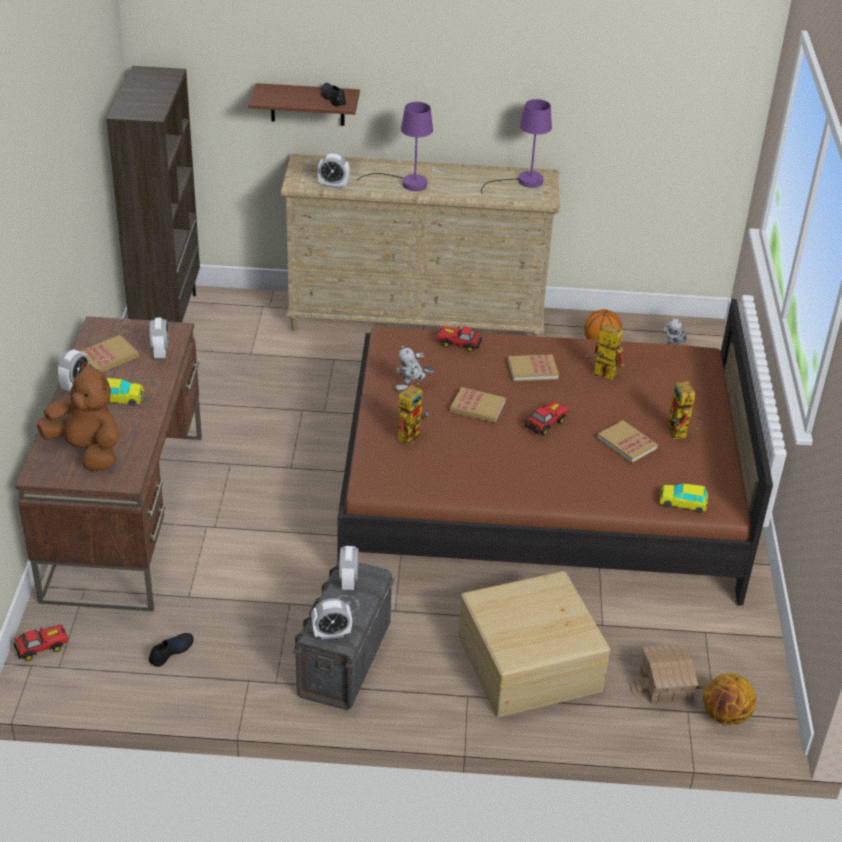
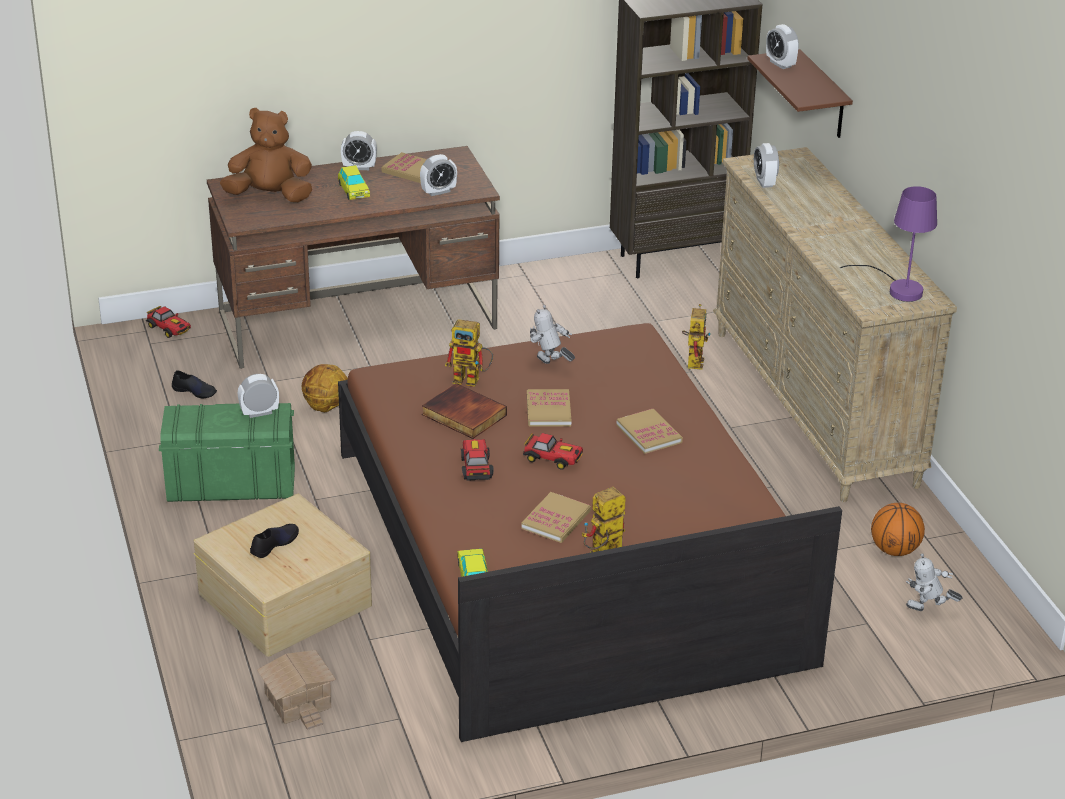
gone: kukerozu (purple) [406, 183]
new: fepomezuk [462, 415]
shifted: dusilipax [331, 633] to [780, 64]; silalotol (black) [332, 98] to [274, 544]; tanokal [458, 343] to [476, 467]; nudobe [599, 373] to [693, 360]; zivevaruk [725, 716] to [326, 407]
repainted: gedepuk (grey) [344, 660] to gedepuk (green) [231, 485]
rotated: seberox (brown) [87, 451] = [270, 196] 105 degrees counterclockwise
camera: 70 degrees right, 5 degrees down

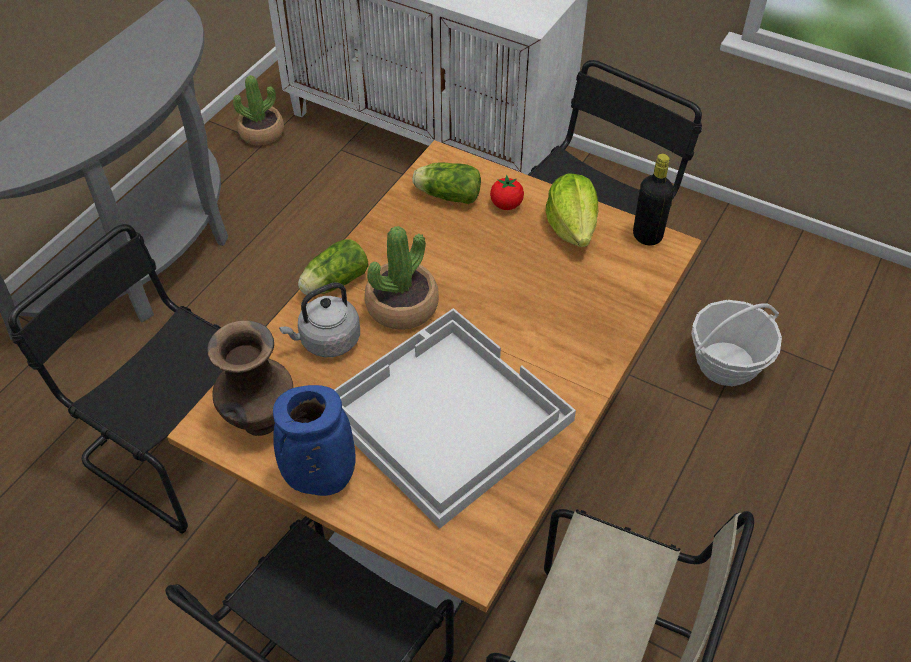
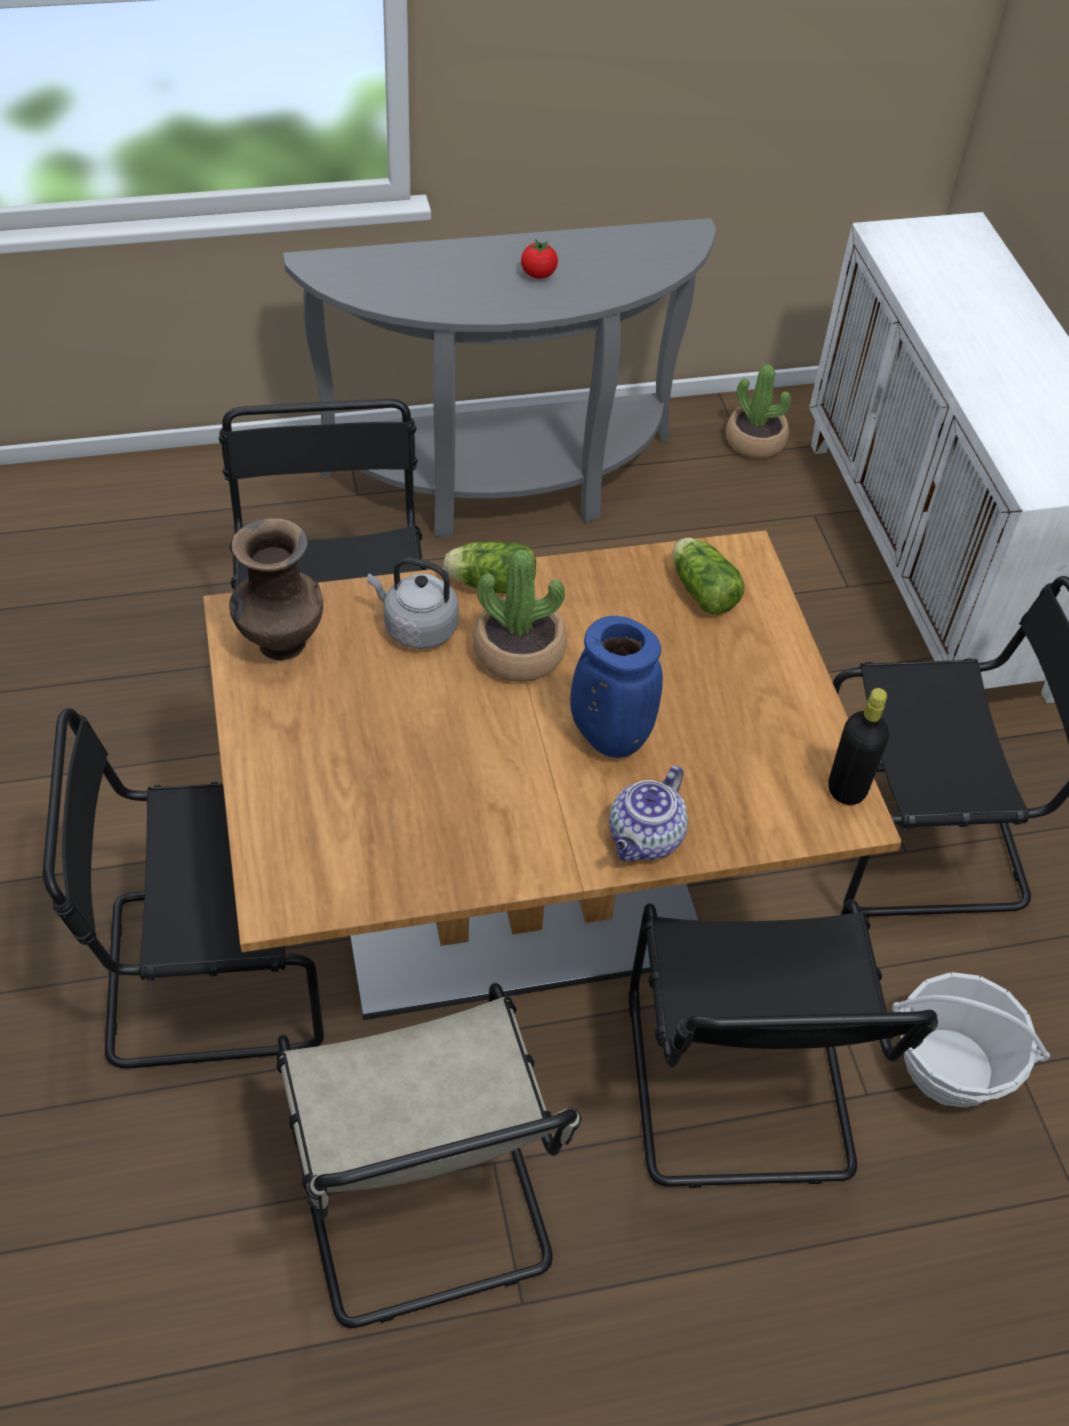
gone: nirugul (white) [444, 415]; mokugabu [572, 227]
new: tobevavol [645, 839]; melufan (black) [740, 1093]
shifted: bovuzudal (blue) [319, 480] to [607, 737]; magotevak [506, 205] to [538, 274]
camera: 45 degrees right, 0 degrees up

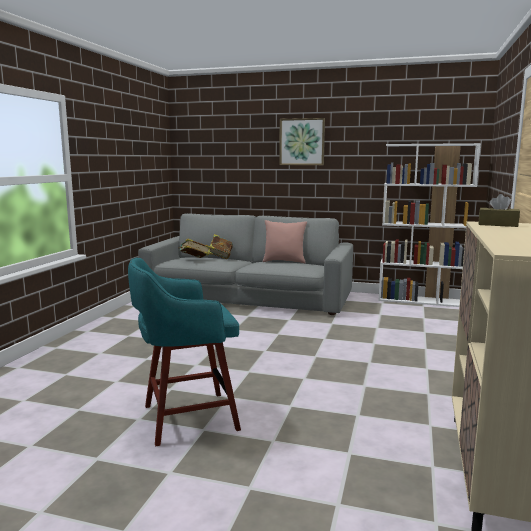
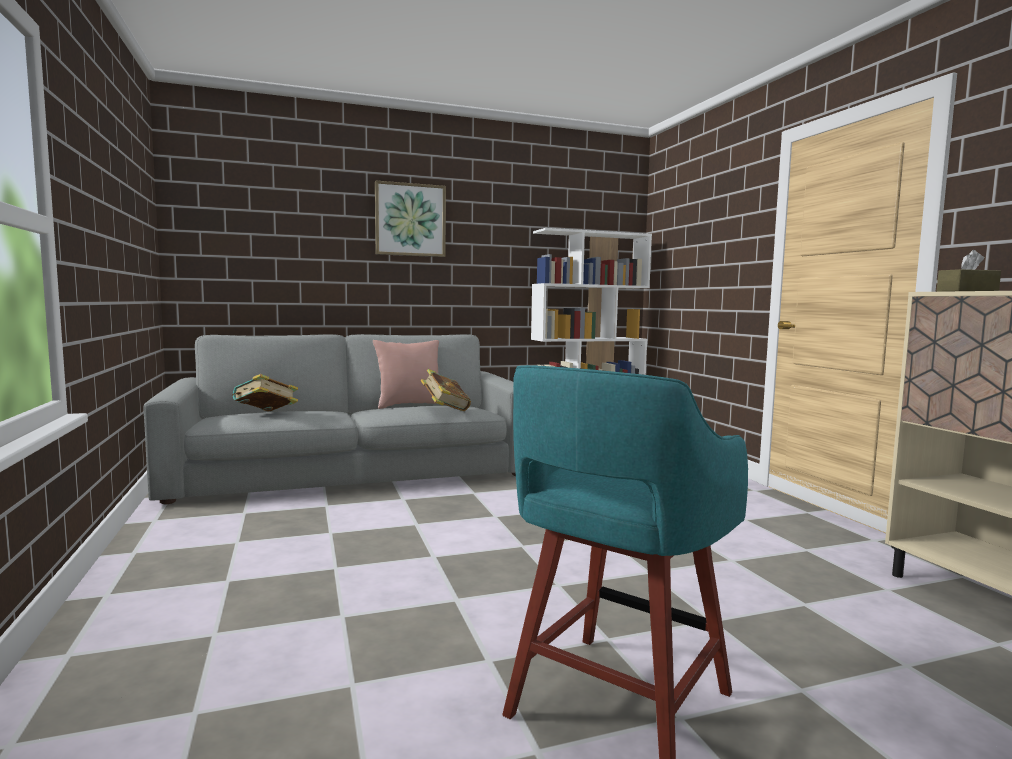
shifted: fepomezuk [220, 257] to [445, 409]
camera: 35 degrees left, 5 degrees down

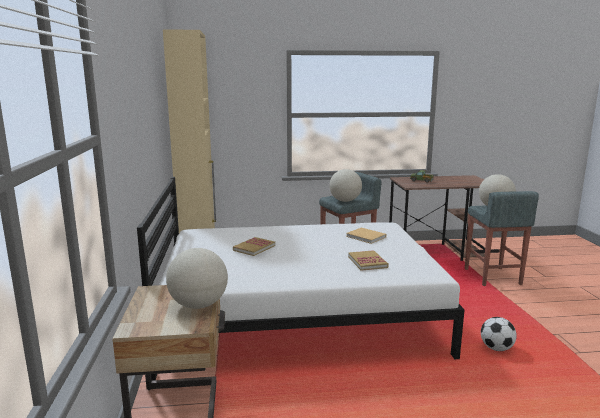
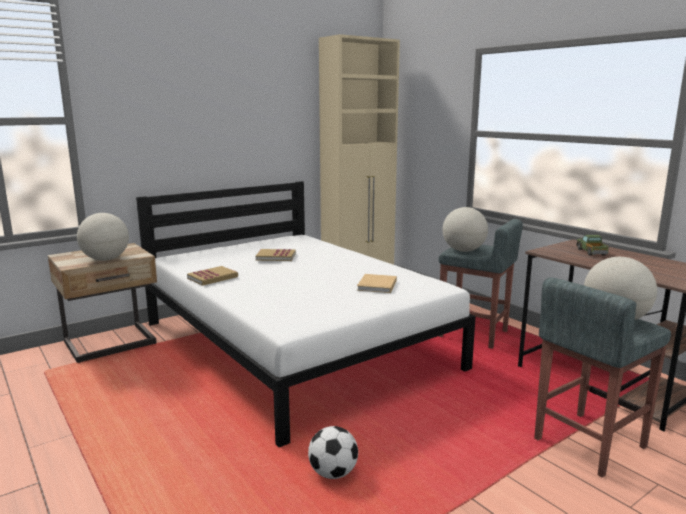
shifted: fepomezuk [367, 262] to [212, 277]
camera: 60 degrees right, 0 degrees up

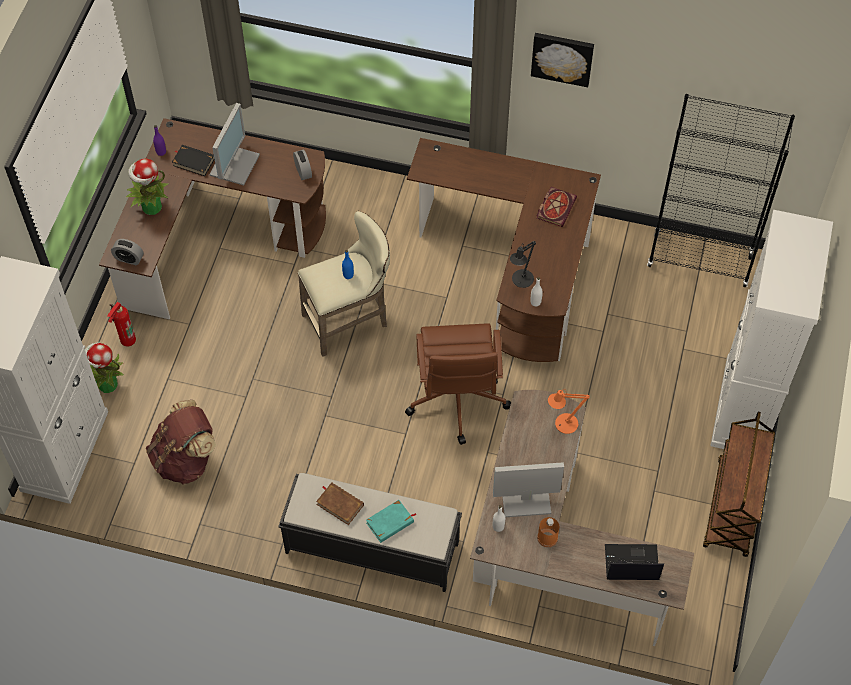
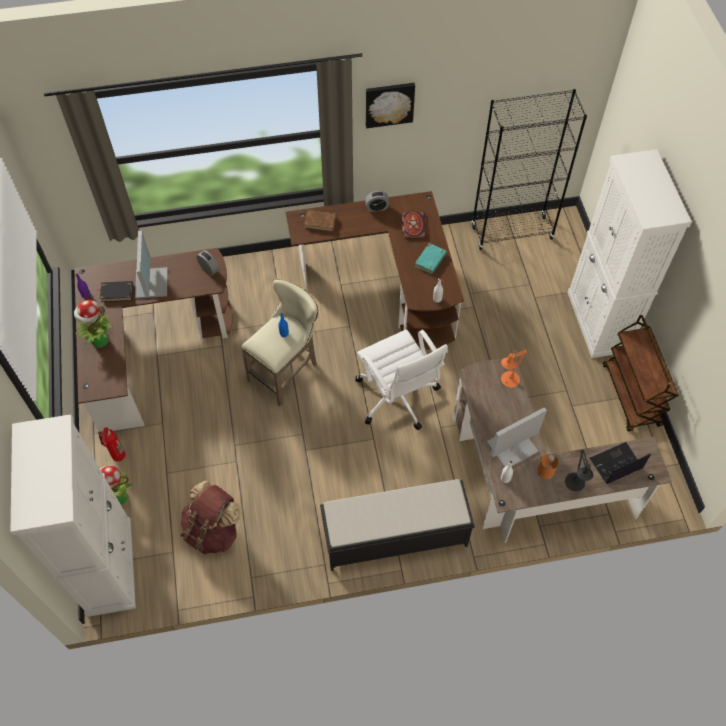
shifted: dusilipax [129, 258] to [377, 208]; fepomezuk (brown) [340, 504] to [320, 222]; fepomezuk (turquoise) [390, 523] to [430, 260]; kukerozu (black) [521, 281] to [575, 485]
repainted: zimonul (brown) [457, 400] to zimonul (white) [397, 398]
camera: 25 degrees left, 0 degrees up

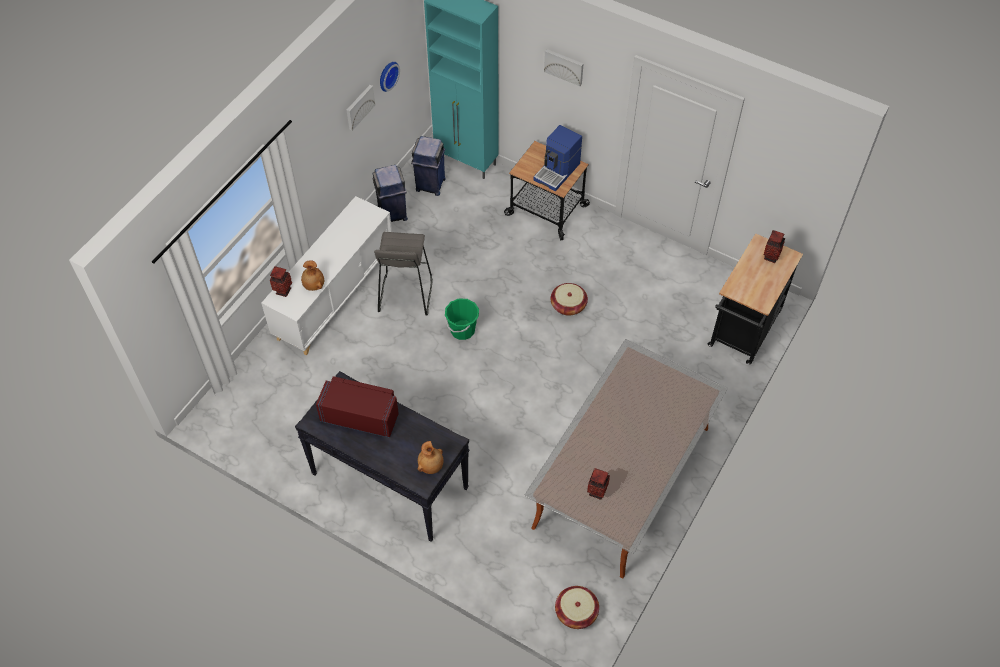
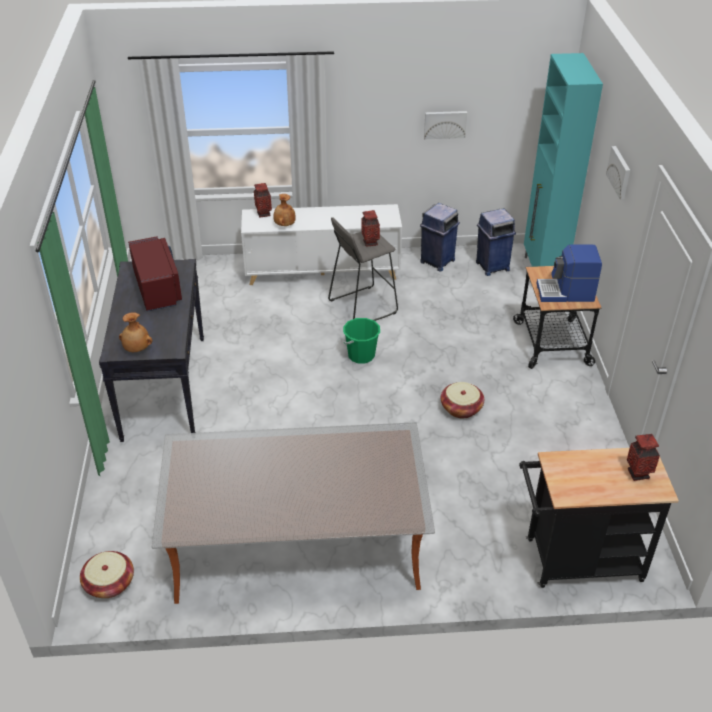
gone: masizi [387, 75]
shifted: bovuzudal [597, 492] to [370, 242]
camera: 55 degrees right, 15 degrees down

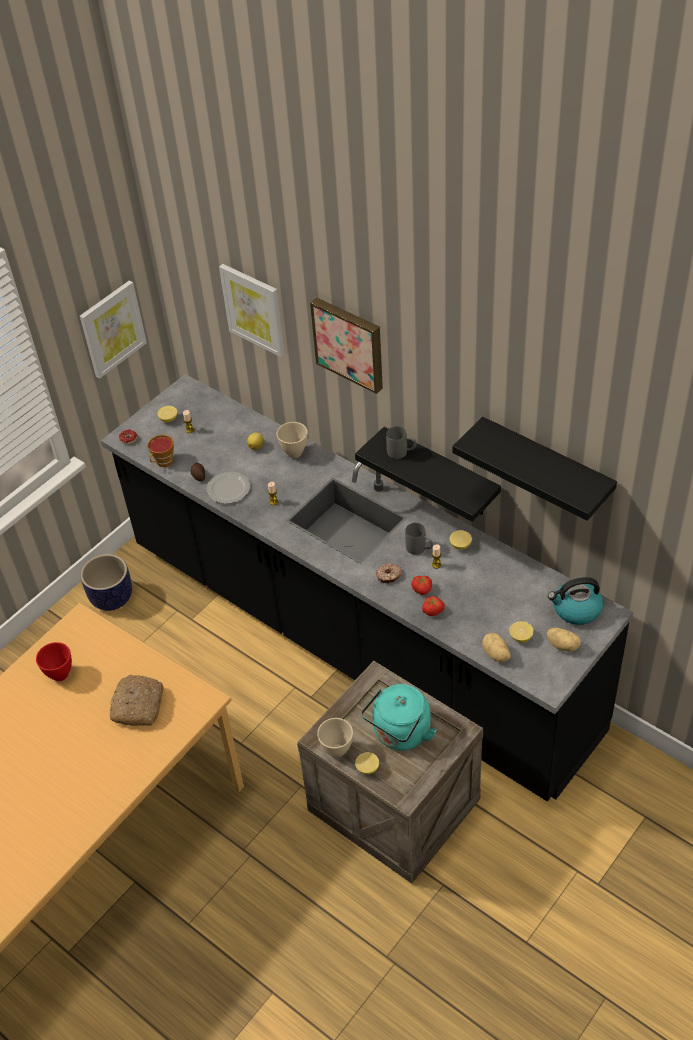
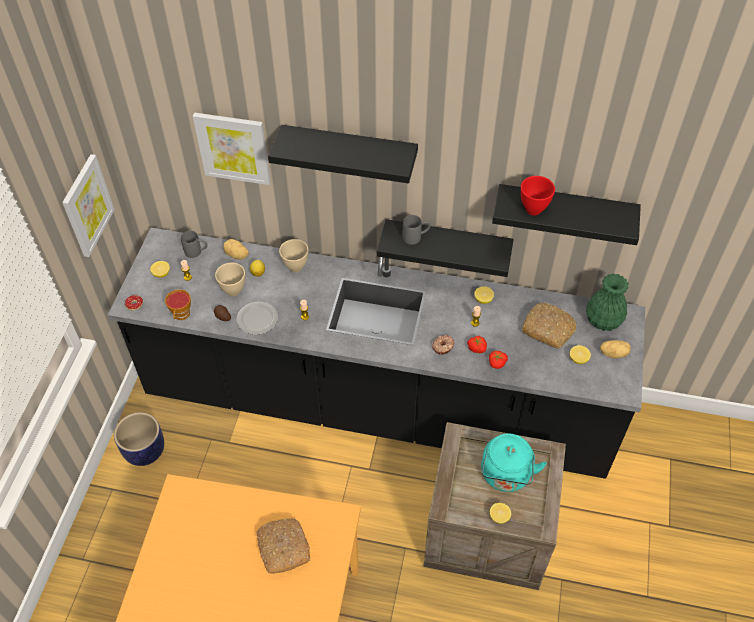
new: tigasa [548, 329]
shifted: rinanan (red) [60, 674] to [533, 209]; rinanan (beige) [337, 750] to [233, 290]; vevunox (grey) [420, 549] to [197, 252]; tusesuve [495, 654] to [236, 255]
swapped: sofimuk [349, 343] to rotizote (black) [349, 153]; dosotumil [576, 609] to bovuzudal (green) [604, 320]
camera: 30 degrees left, 5 degrees up

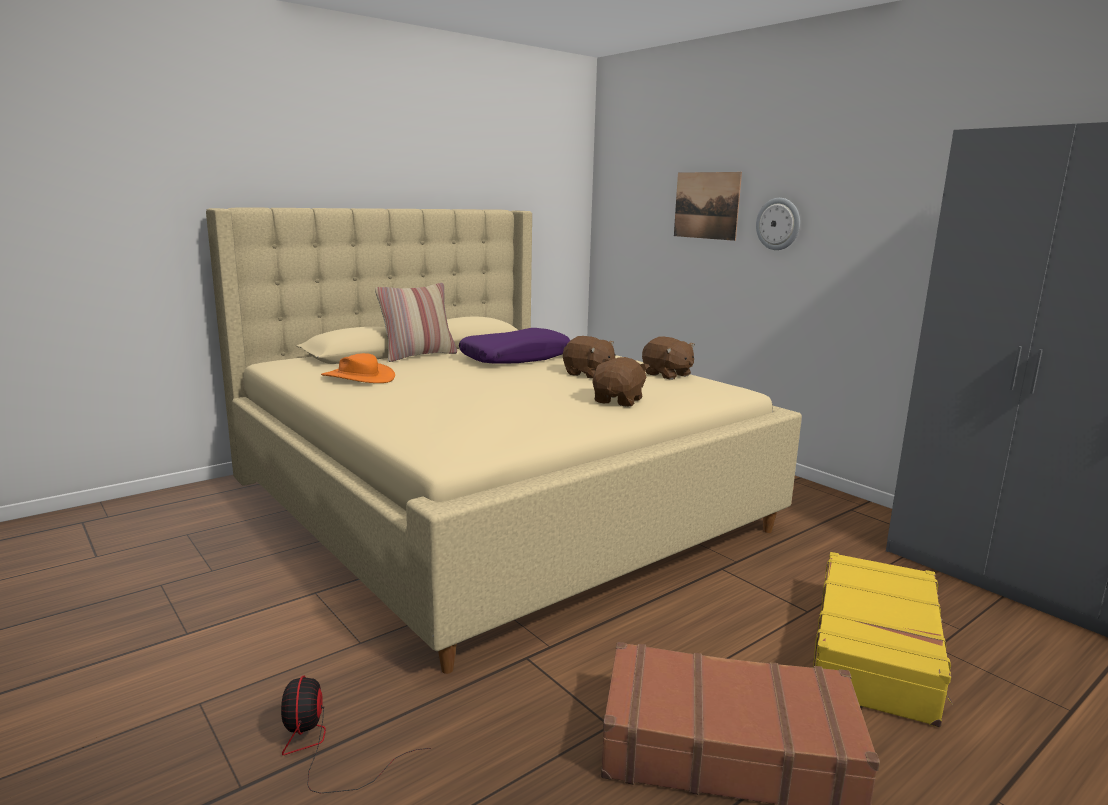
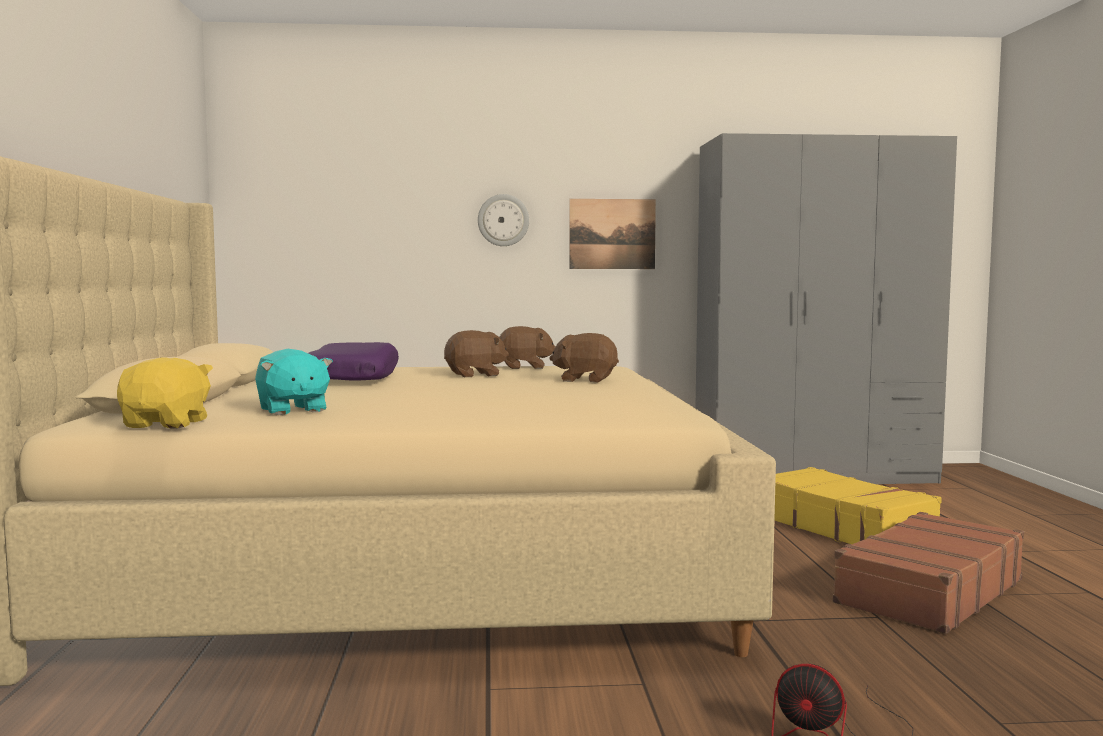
gone: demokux [418, 355]
new: seberox (yellow) [167, 424]
shifted: sofimuk [706, 205] to [612, 234]
swapped: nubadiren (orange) [358, 377] to seberox (turquoise) [292, 410]
rotated: seberox (brown) [619, 401] = [585, 380] 45 degrees counterclockwise
camera: 55 degrees left, 10 degrees down

